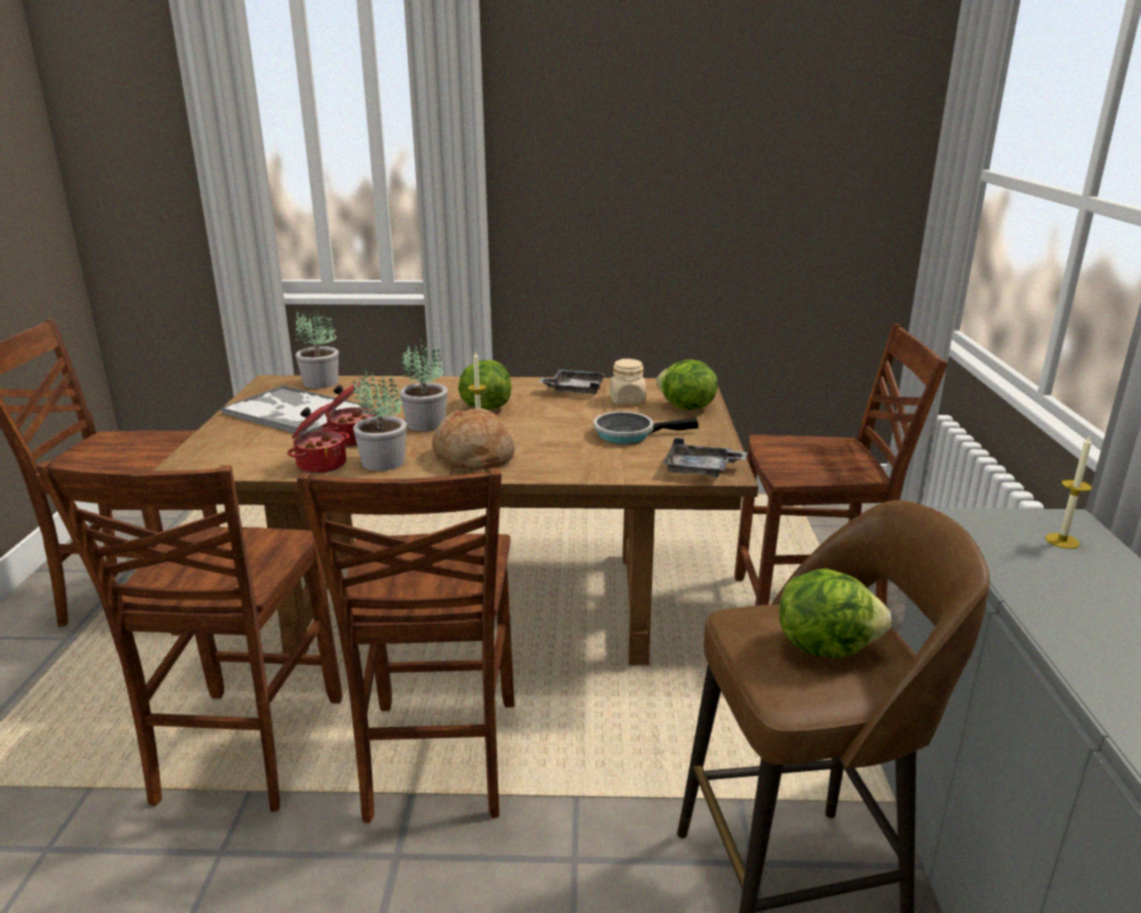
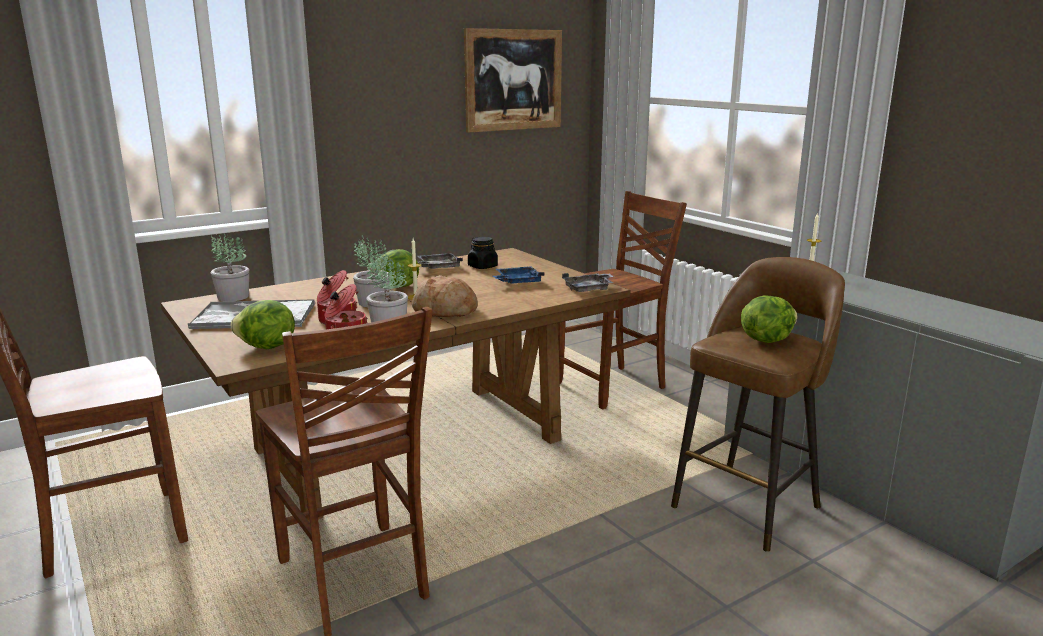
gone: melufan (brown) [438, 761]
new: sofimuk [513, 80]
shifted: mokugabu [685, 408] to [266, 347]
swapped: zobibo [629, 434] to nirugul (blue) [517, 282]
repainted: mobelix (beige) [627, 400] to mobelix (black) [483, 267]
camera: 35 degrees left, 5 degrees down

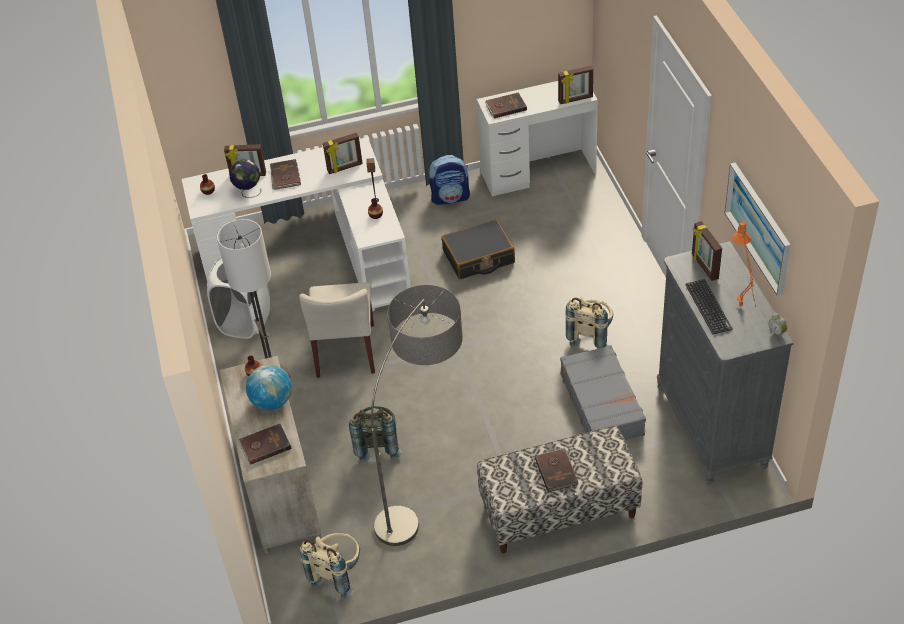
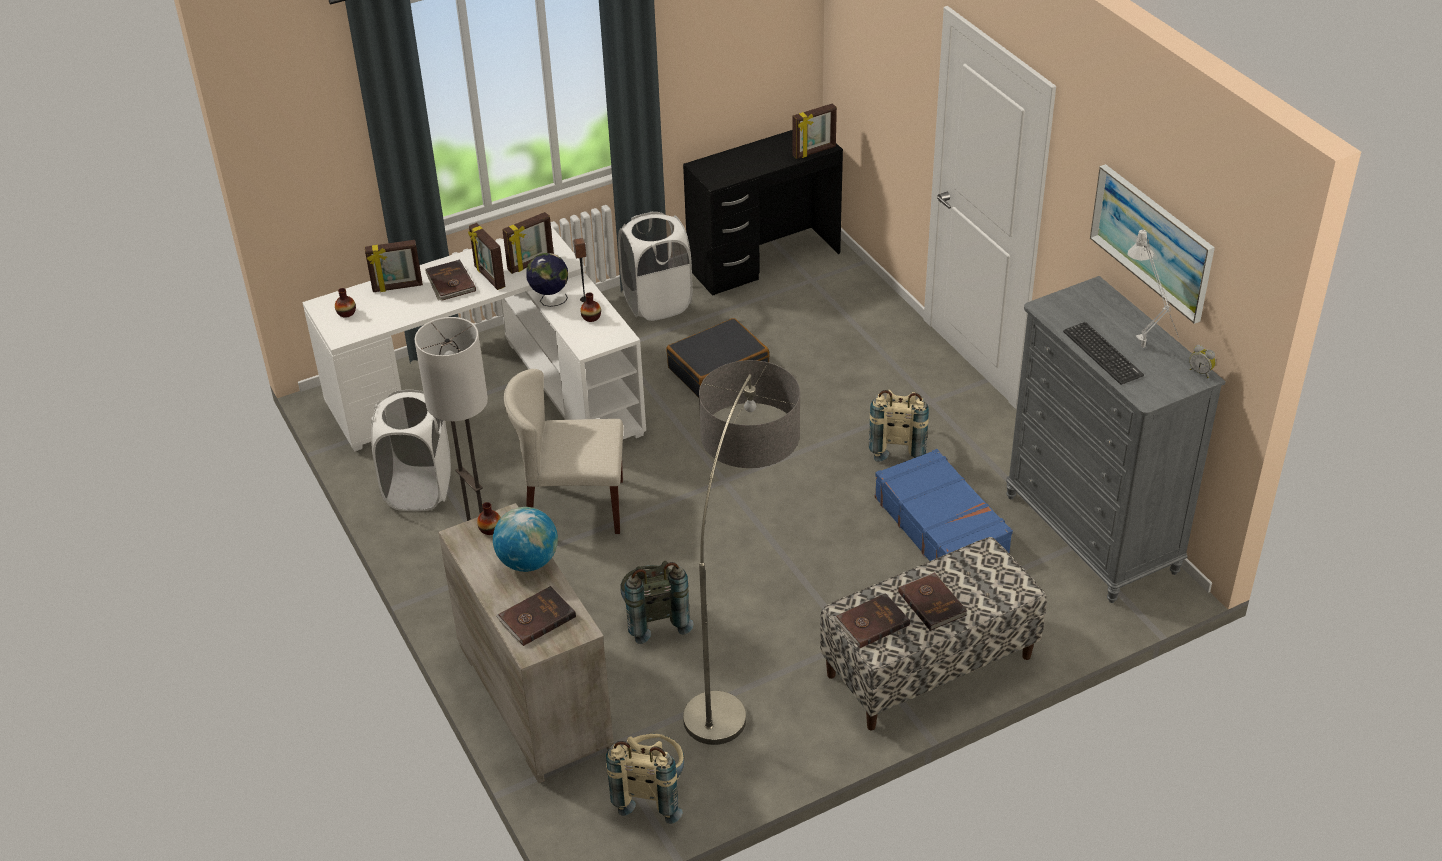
shifted: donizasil [248, 192] to [549, 300]; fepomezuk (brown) [505, 106] to [871, 622]; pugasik [704, 267] to [489, 277]
swapped: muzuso [450, 197] to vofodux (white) [657, 303]
repainted: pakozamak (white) [538, 172] to pakozamak (black) [764, 260]; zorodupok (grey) [602, 404] to zorodupok (blue) [941, 526]; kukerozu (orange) [742, 309] to kukerozu (grey) [1146, 351]
rotated: melufan (beige) [346, 351] = [573, 507] 105 degrees clockwise
camera: 15 degrees left, 5 degrees down

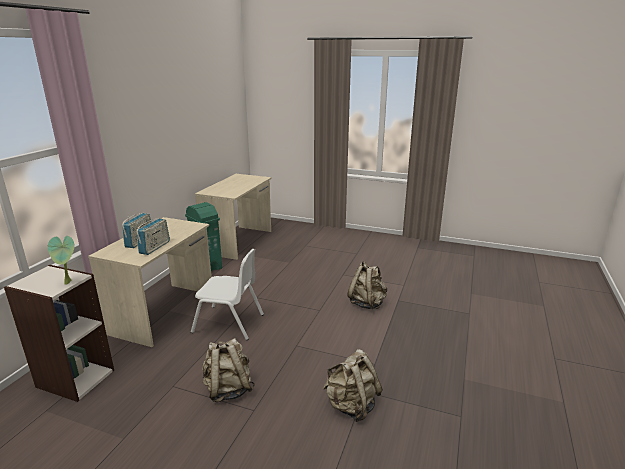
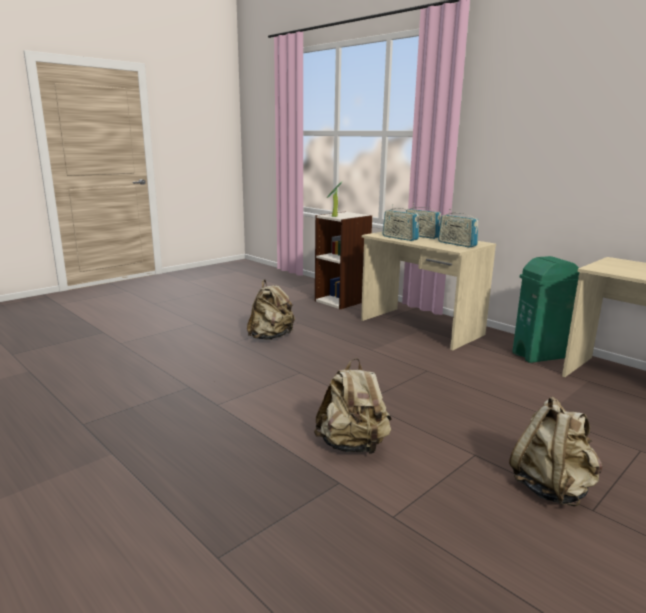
gone: melufan (white) [229, 323]
new: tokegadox [457, 244]
shifted: muzuso (beige) [351, 406] to [551, 488]
camera: 115 degrees right, 5 degrees down

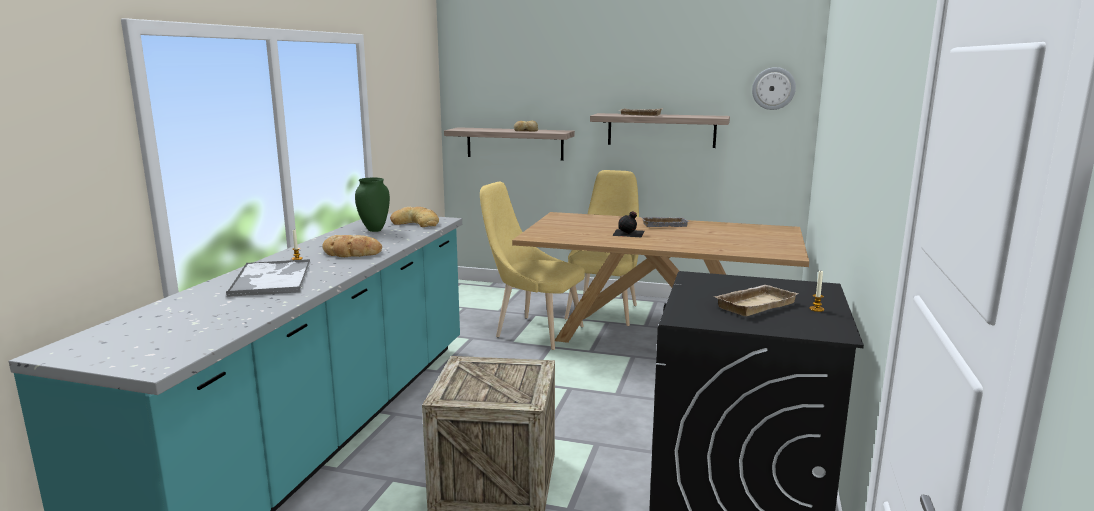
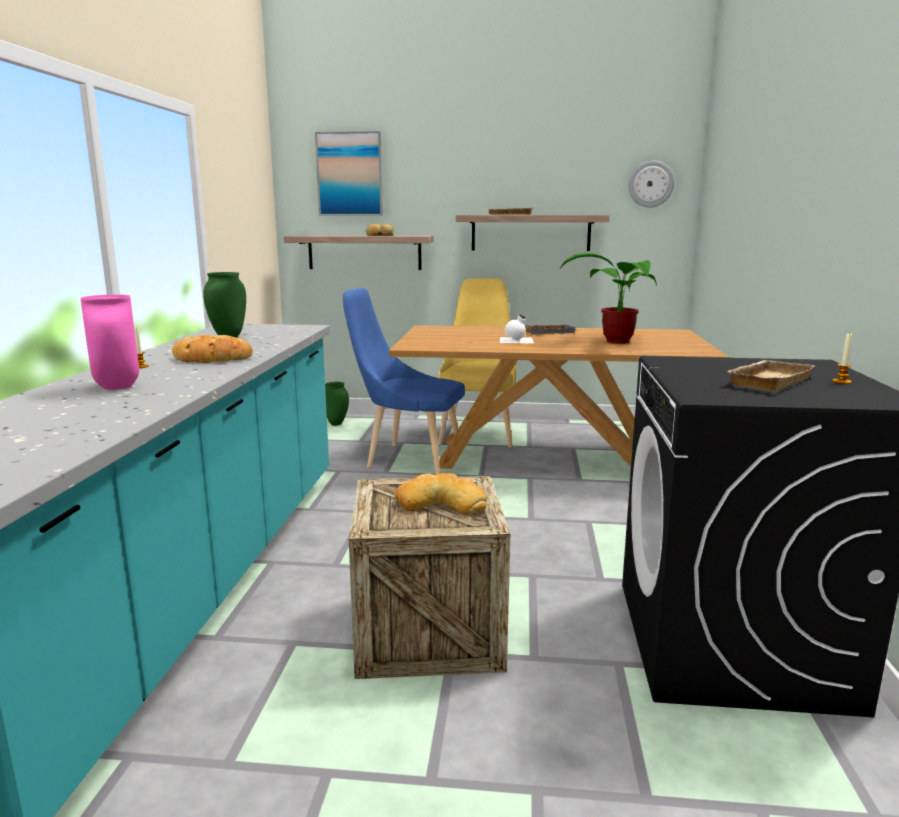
new: sofimuk [350, 174]; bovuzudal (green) [336, 424]; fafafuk [613, 341]
shifted: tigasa [416, 223] to [441, 503]
swapped: nirugul [272, 279] to bovuzudal (pink) [116, 387]
repainted: melufan (yellow) [534, 331] to melufan (blue) [408, 459]; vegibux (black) [629, 233] to vegibux (white) [517, 340]
camera: 10 degrees left, 0 degrees up

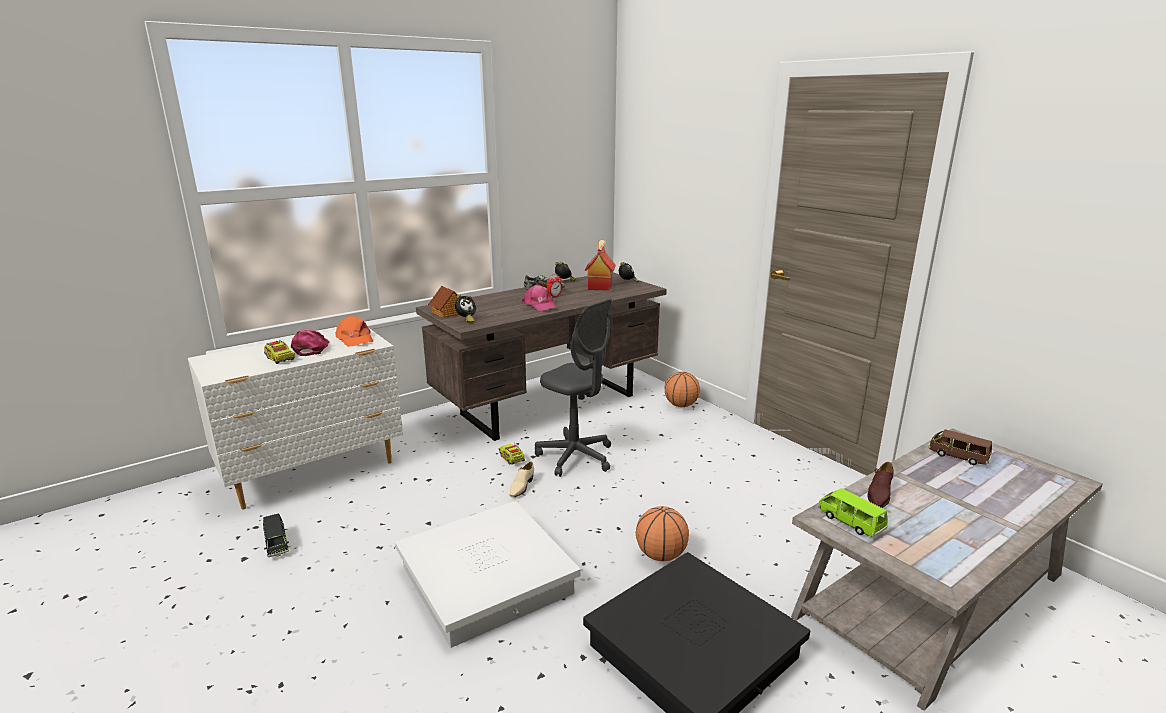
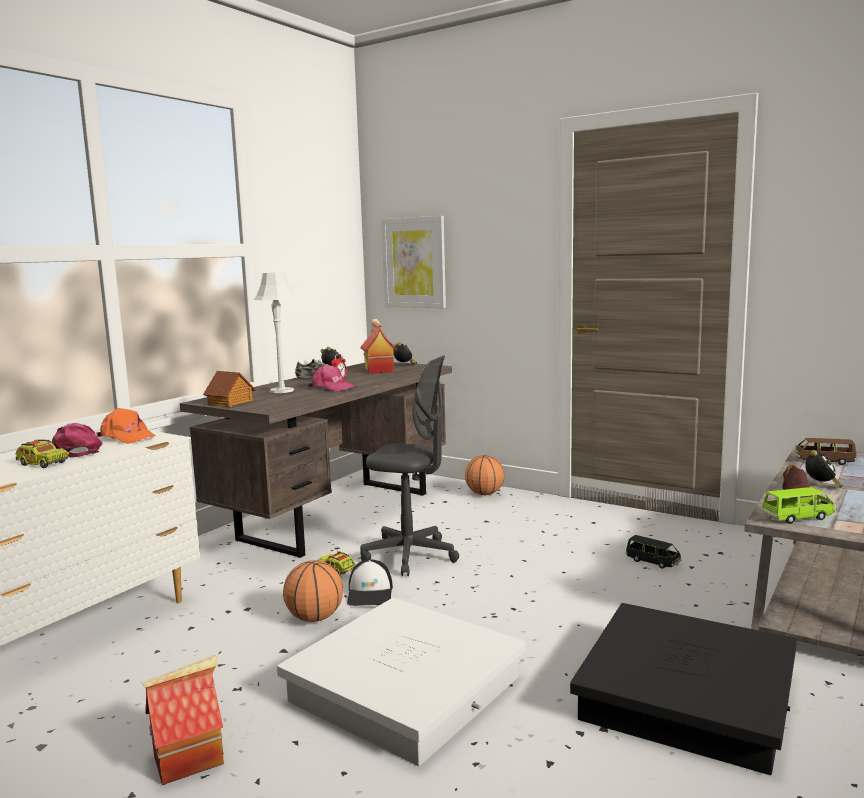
new: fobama [189, 758]; kukerozu (grey) [282, 390]; sofimuk [414, 263]
shifted: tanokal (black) [276, 544] to [653, 562]; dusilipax [466, 320] to [821, 486]; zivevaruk [661, 555] to [315, 618]
swapped: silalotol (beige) [521, 487] to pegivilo [370, 593]
rotated: tanokal (green) [850, 522] = [797, 517] 135 degrees clockwise
camera: 20 degrees left, 10 degrees down

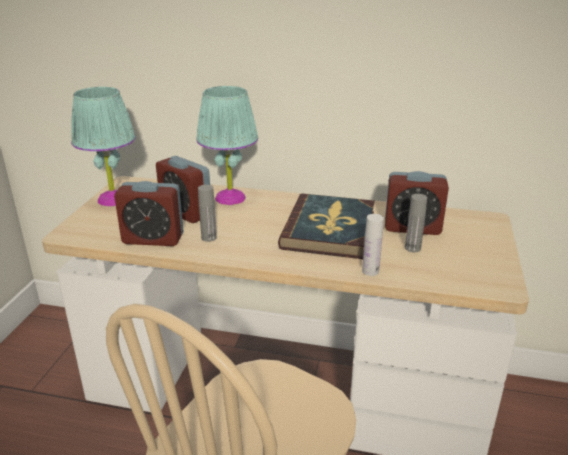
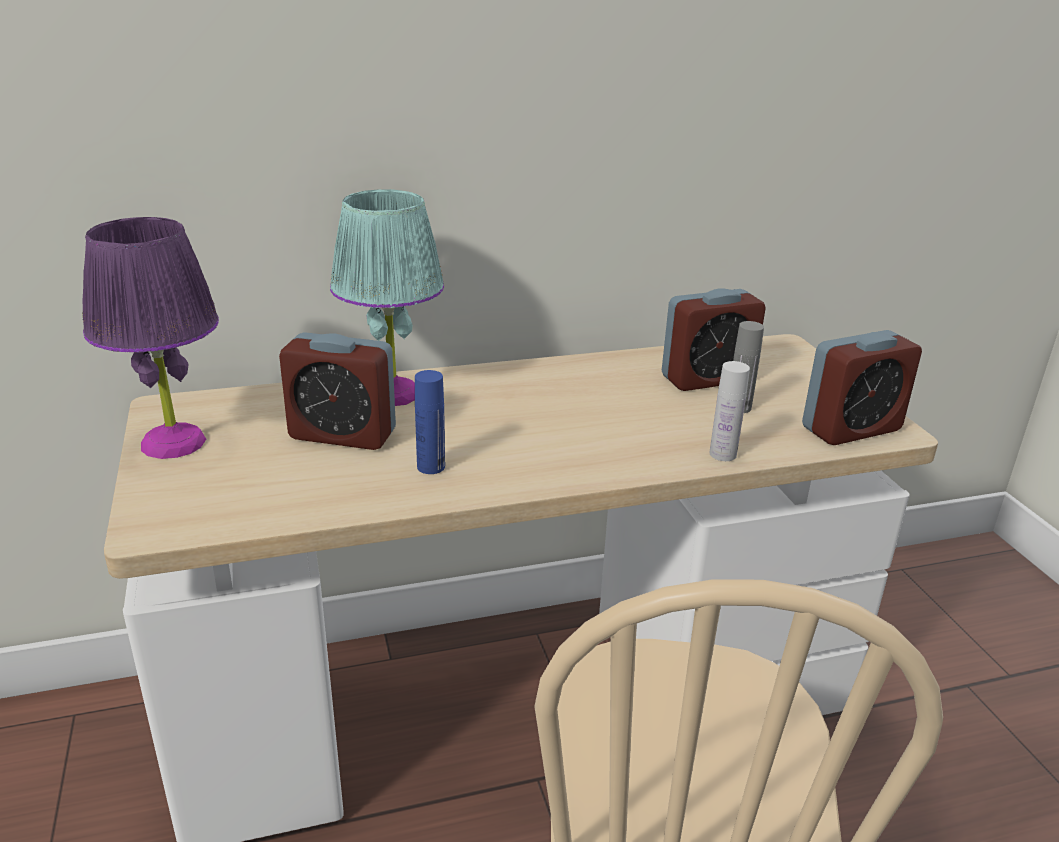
gone: fepomezuk [329, 230]
shifted: dusilipax [153, 239] to [851, 429]
repainted: kukerozu (turquoise) [113, 199] to kukerozu (purple) [174, 443]; vegibux (grey) [209, 237] to vegibux (blue) [431, 467]
camera: 30 degrees left, 0 degrees up

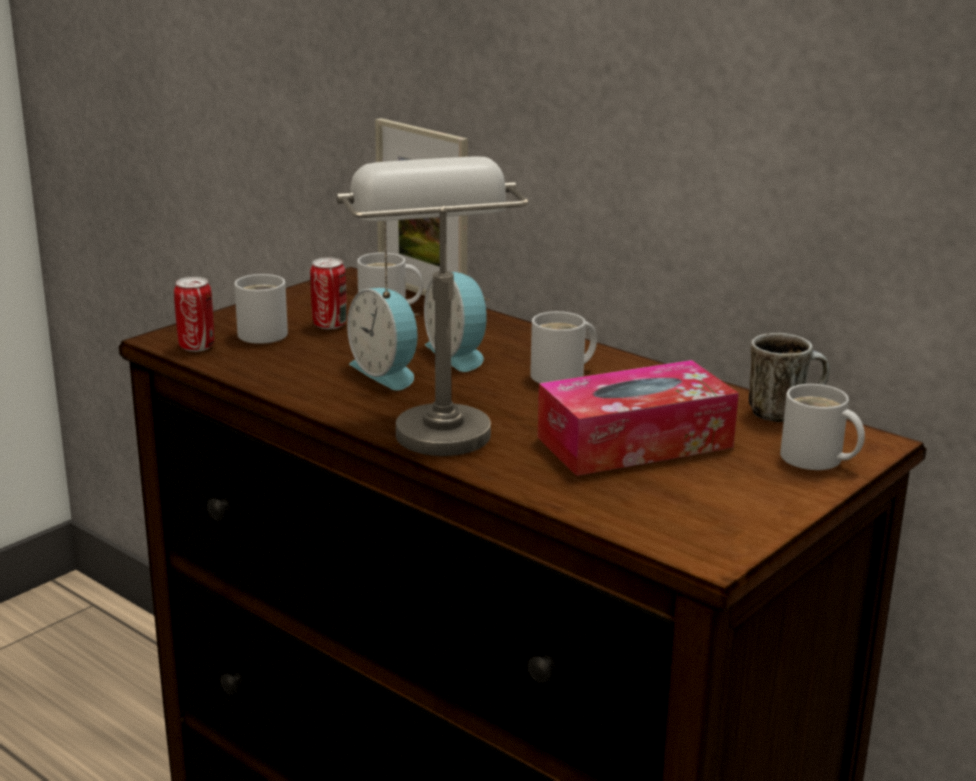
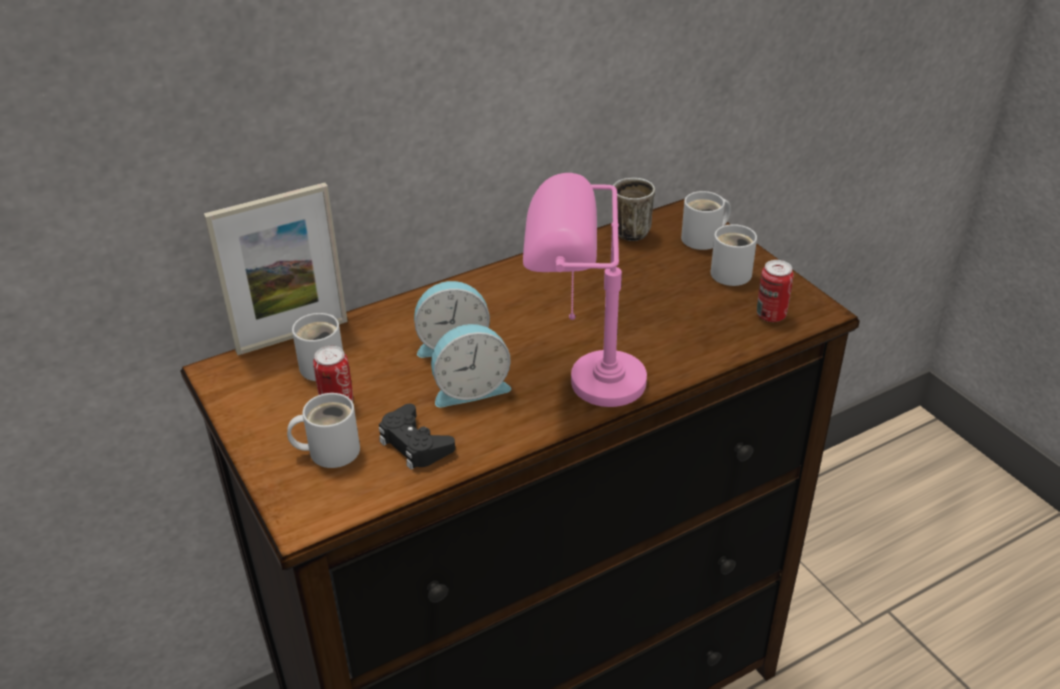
gone: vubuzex [635, 442]
new: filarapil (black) [414, 444]
shifted: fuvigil [196, 346] to [771, 315]; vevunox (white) [562, 375] to [730, 271]
repainted: kukerozu (grey) [431, 422] to kukerozu (pink) [581, 383]
camera: 70 degrees left, 15 degrees up

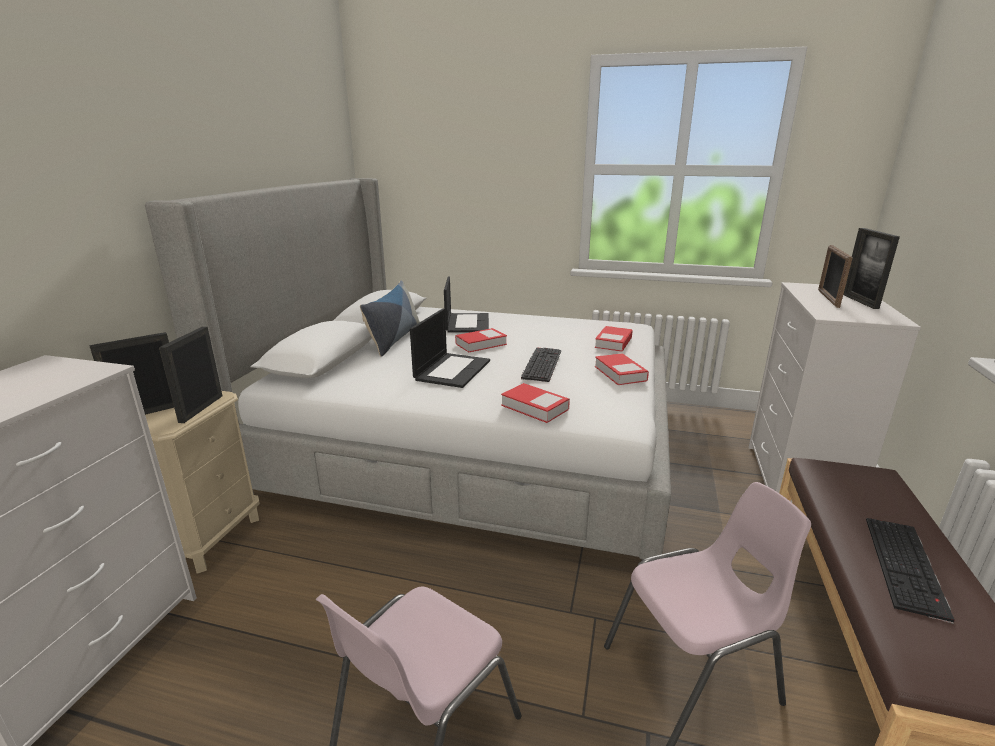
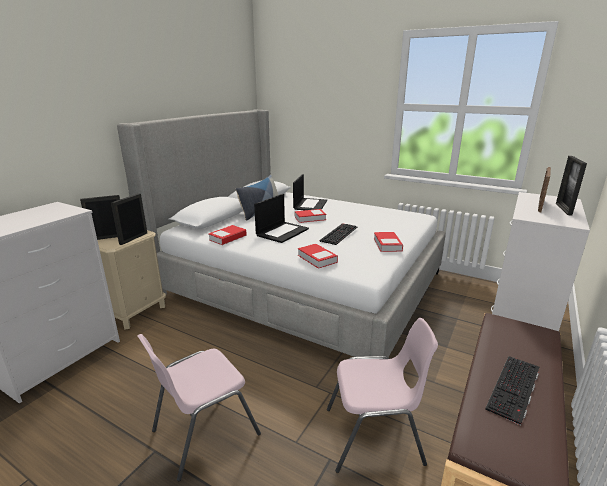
shifted: fepomezuk [613, 342] to [228, 238]
camera: 15 degrees right, 0 degrees up

